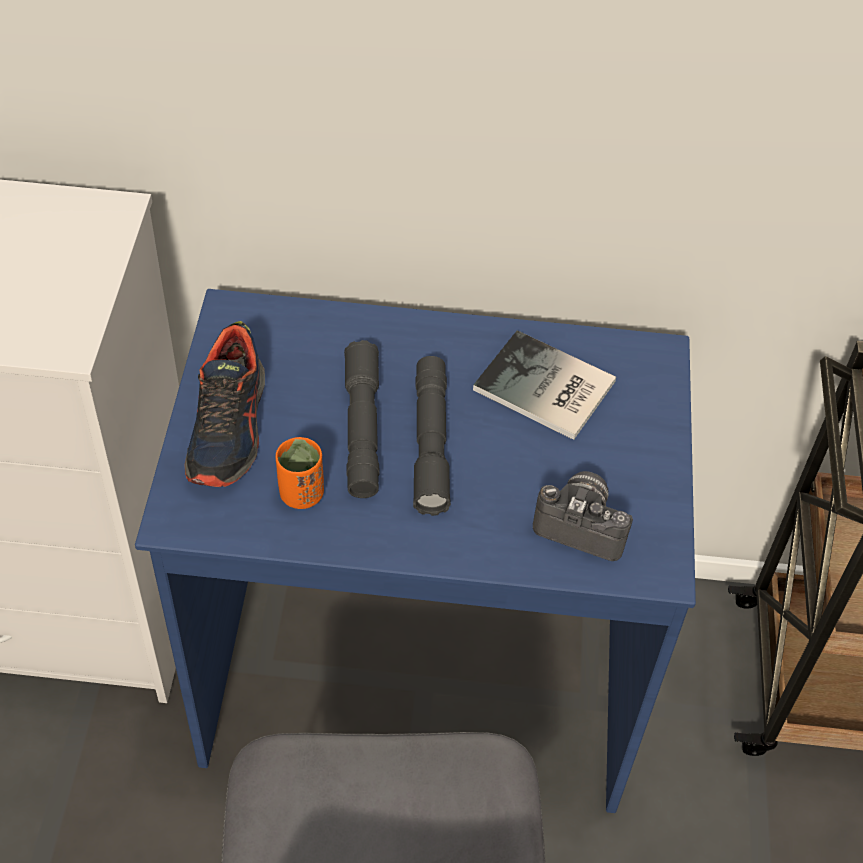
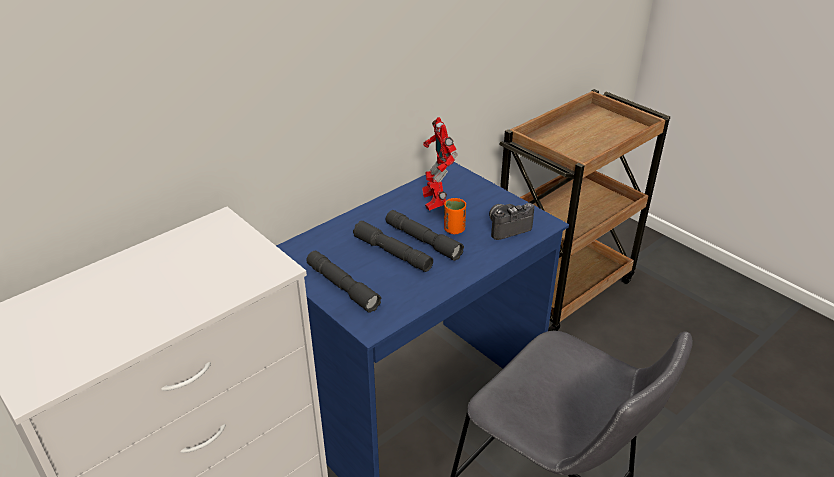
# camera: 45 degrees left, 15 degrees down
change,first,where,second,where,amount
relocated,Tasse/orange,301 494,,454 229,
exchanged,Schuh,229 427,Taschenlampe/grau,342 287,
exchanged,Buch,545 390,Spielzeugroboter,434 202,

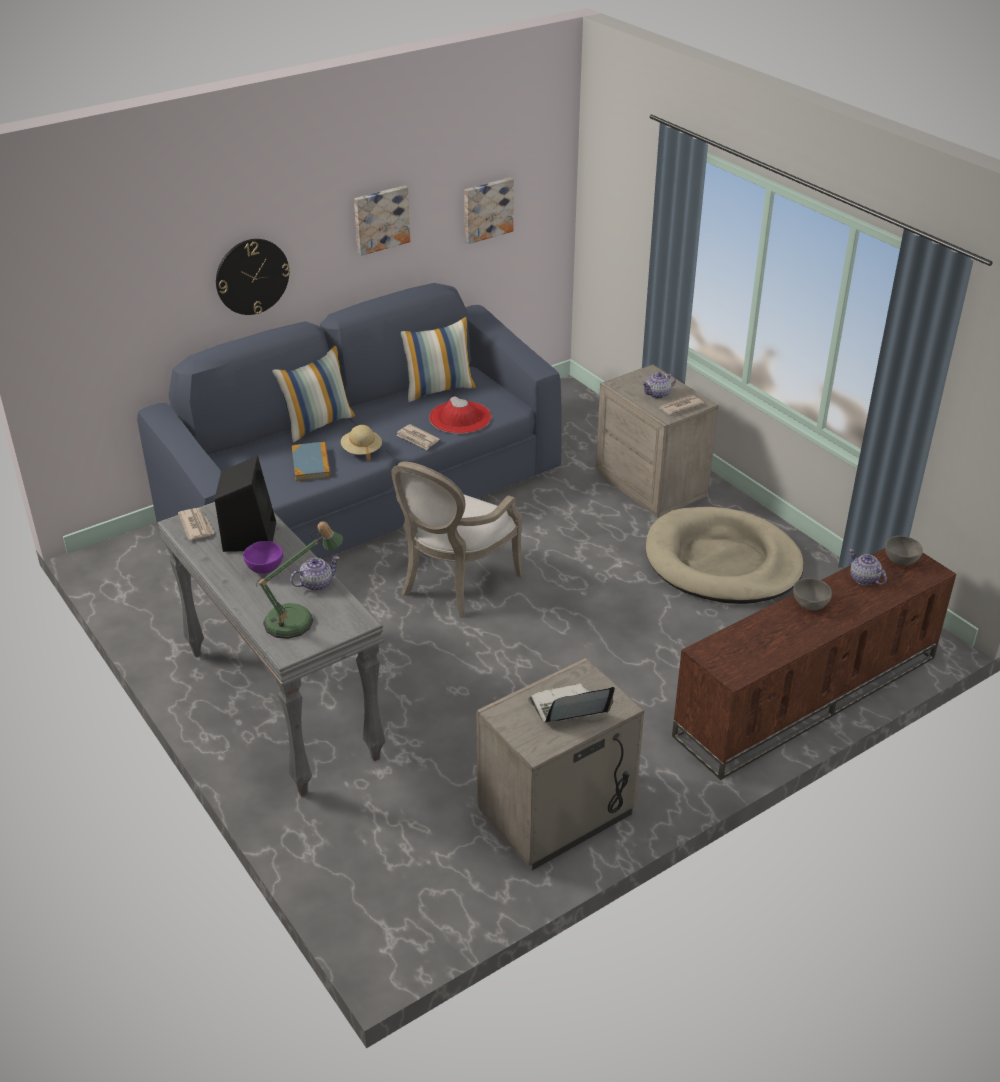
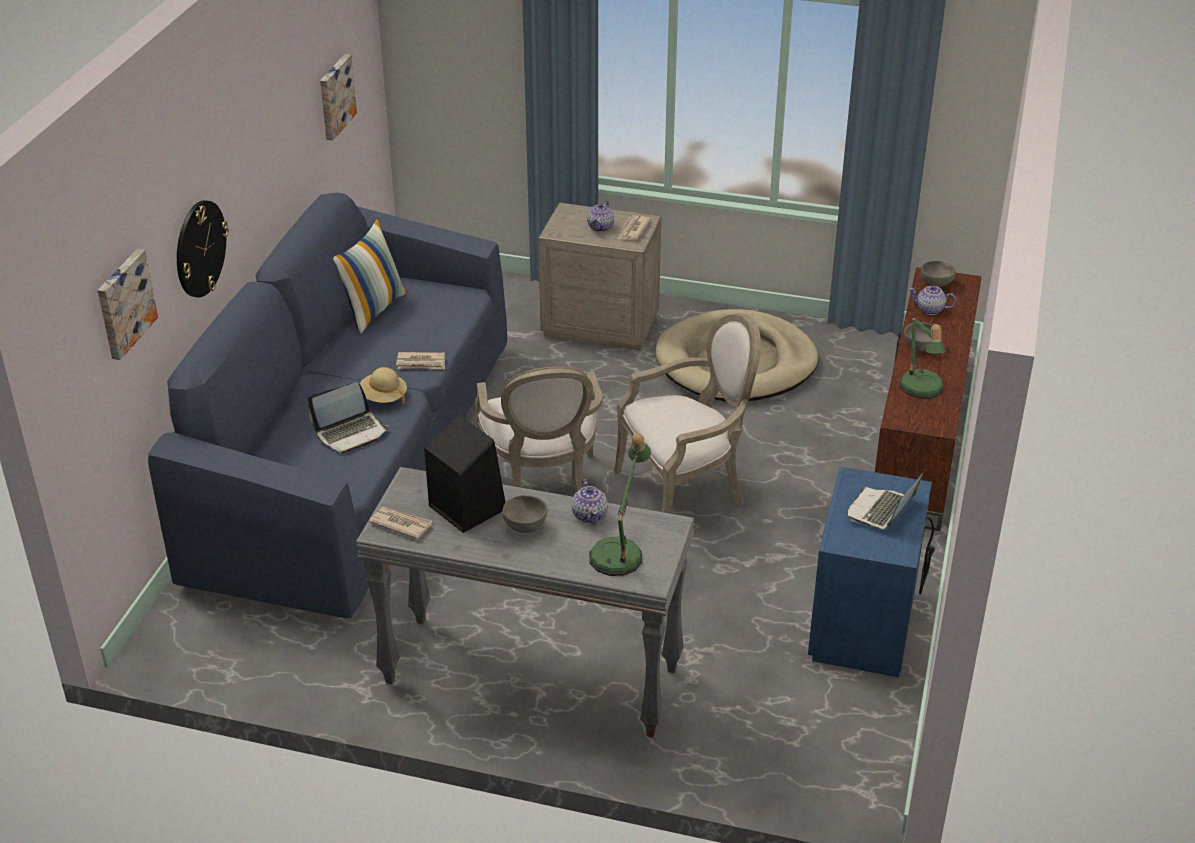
# camera: 40 degrees left, 0 degrees up
change,first,where,second,where,amount
missing,Kissen,318 424,,,
missing,Hut/rot,460 417,,,
appeared,,,Sessel,686 492,
appeared,,,Tischlampe,921 390,
relocated,Bild,380 219,,124 303,
exchanged,Buch,311 464,Laptop,351 432,
colour,Schüssel/lila,265 568,Schüssel/grau,525 526,
colour,Nachttisch/beige,557 815,Nachttisch/blau,864 626,
spun,Teekanne,316 584,,590 515,150 degrees clockwise

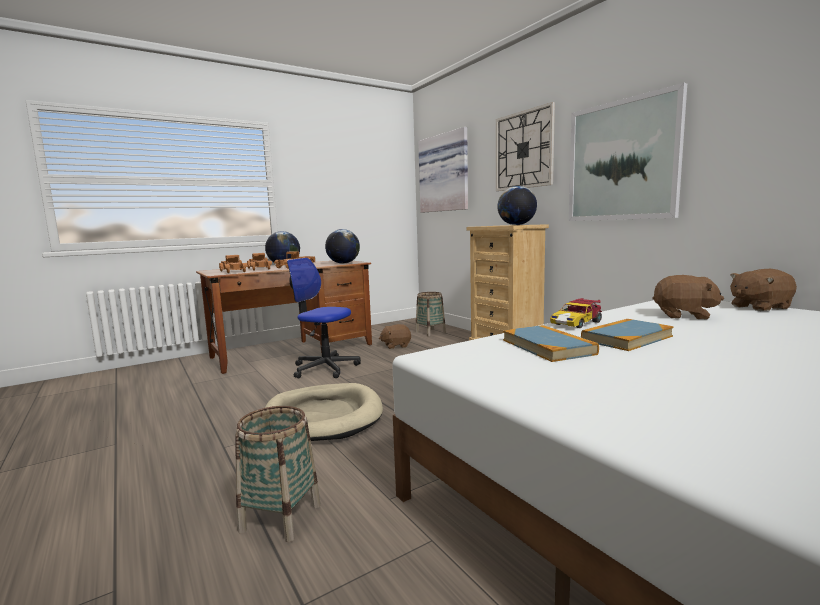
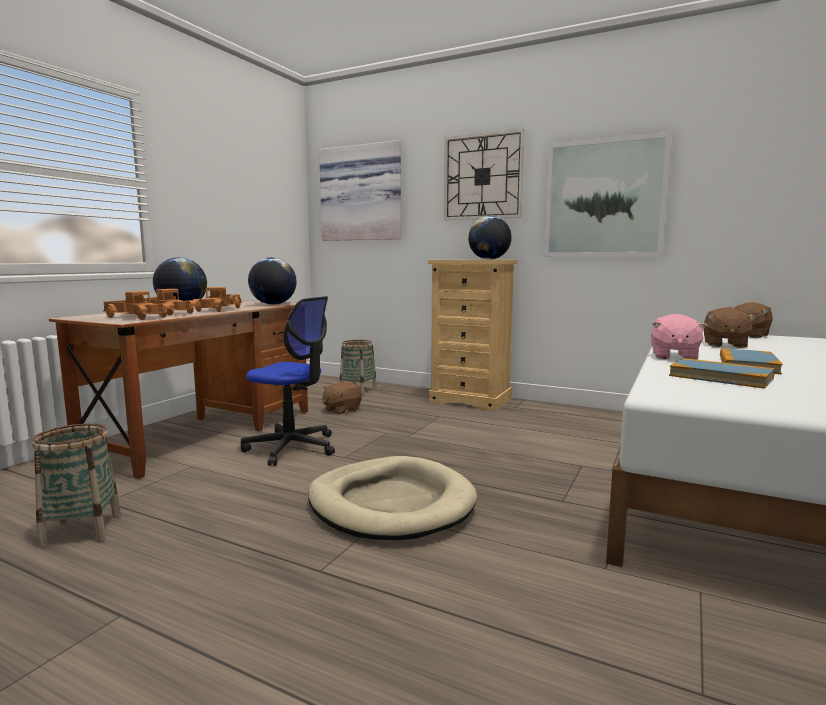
# camera: 30 degrees left, 0 degrees up
change,first,where,second,where,amount
relocated,Korb,280 517,,81 530,
exchanged,Spielzeugauto,576 323,Plüschtier/rosa,673 356,
spun,Bürostuhl,325 368,,292 448,150 degrees counterclockwise
spun,Plüschtier/braun,684 316,,724 345,120 degrees clockwise

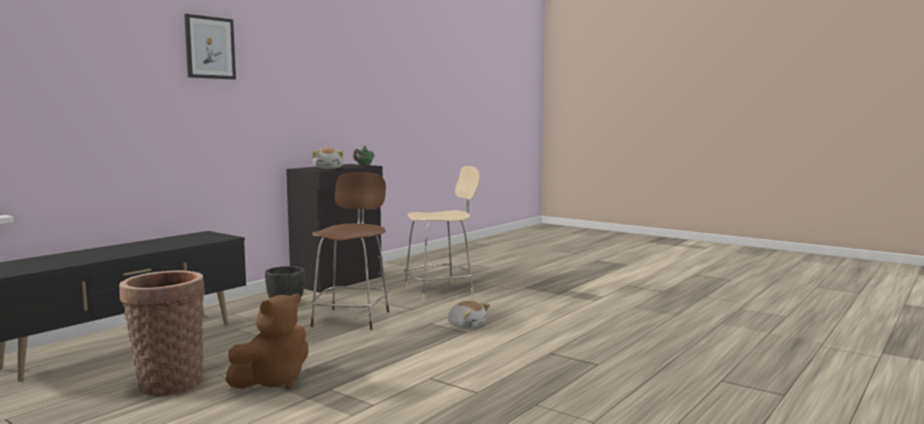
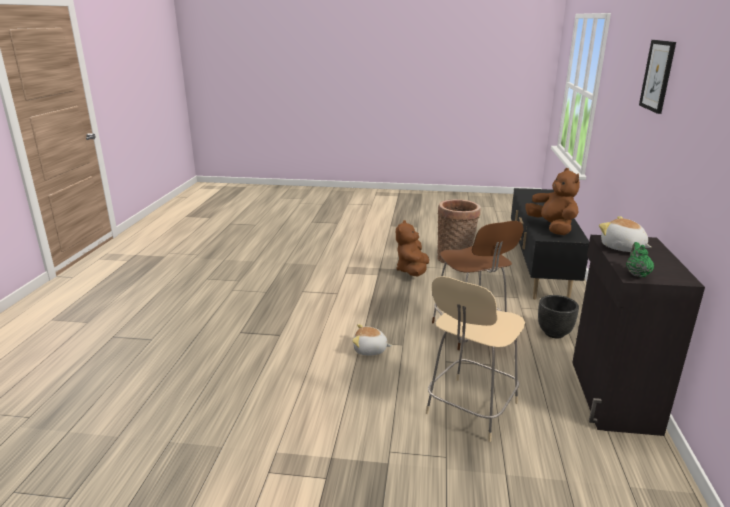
# camera: 150 degrees right, 15 degrees up
change,first,where,second,where,amount
appeared,,,Plüschtier/braun,552 228,

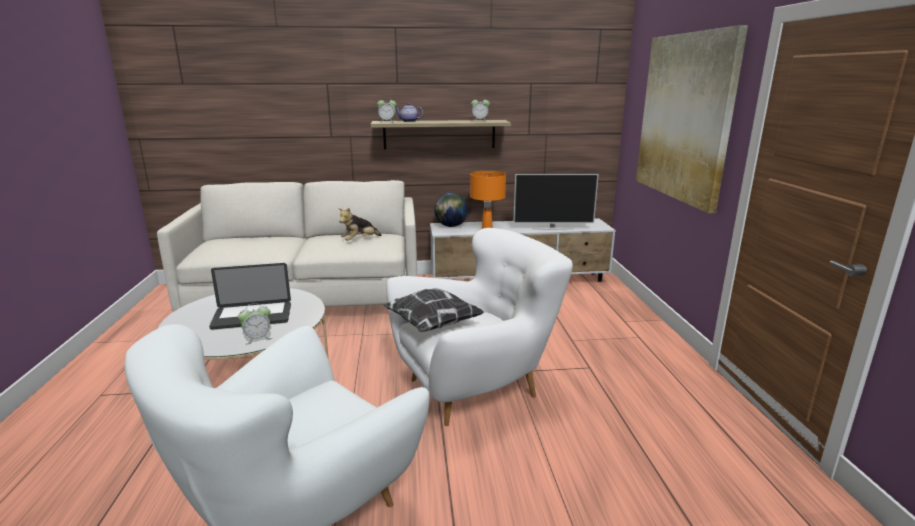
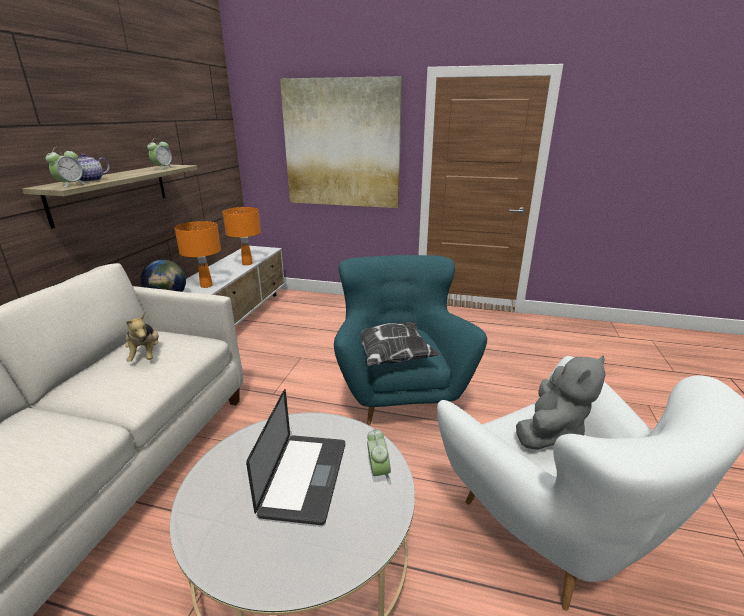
# camera: 70 degrees left, 5 degrees up
change,first,where,second,where,amount
appeared,,,Plüschtier/grau,551 433,
exchanged,Fernseher,552 228,Tischlampe/orange,247 263,
colour,Sessel/weiß,476 388,Sessel/türkis,399 392,

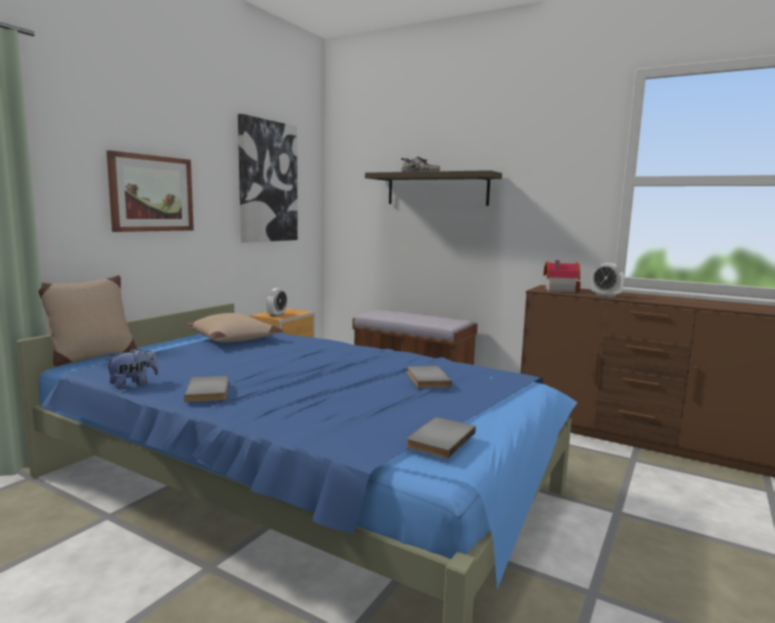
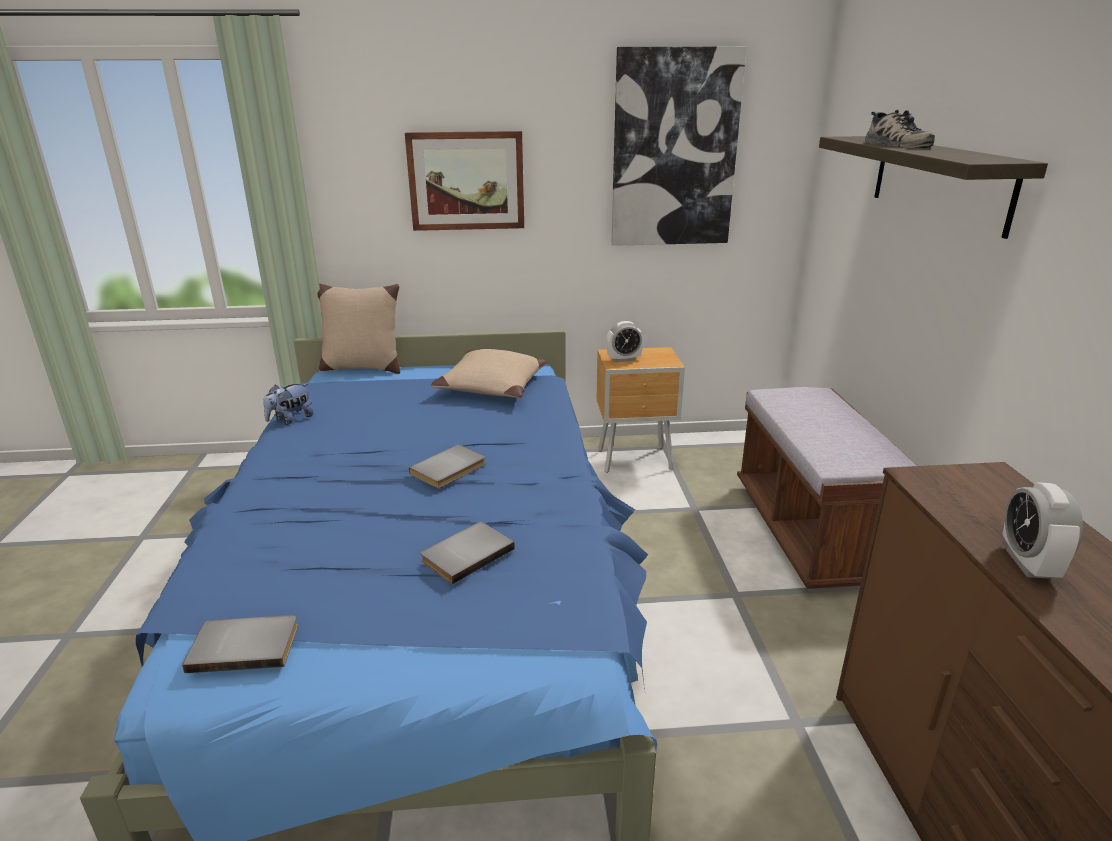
# camera: 55 degrees right, 15 degrees up
change,first,where,second,where,amount
missing,Spielzeughaus,558 290,,,
relocated,Buch/grau,210 391,,450 469,
spun,Plüschtier,133 384,,290 419,120 degrees clockwise

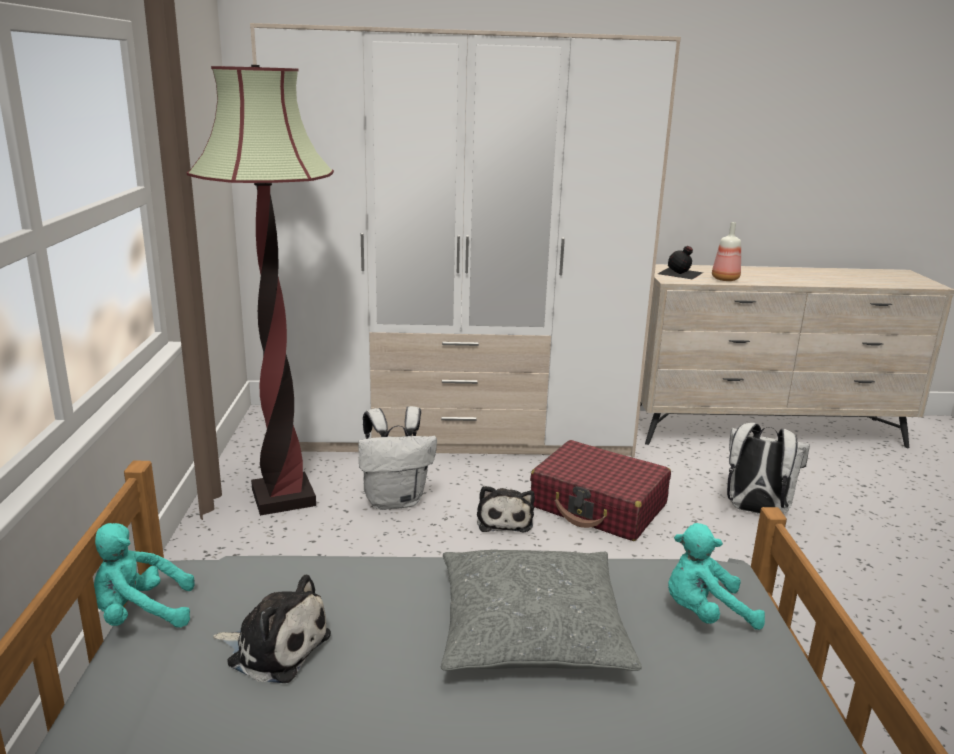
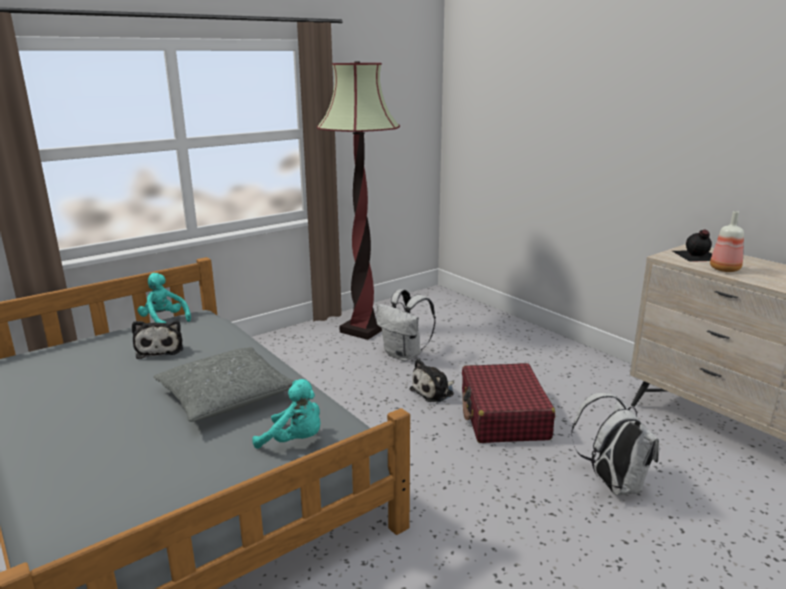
# camera: 55 degrees right, 0 degrees up
change,first,where,second,where,amount
missing,Kleiderschrank,458 432,,,
spun,Plüschtier/türkis,704 613,,294 440,150 degrees clockwise

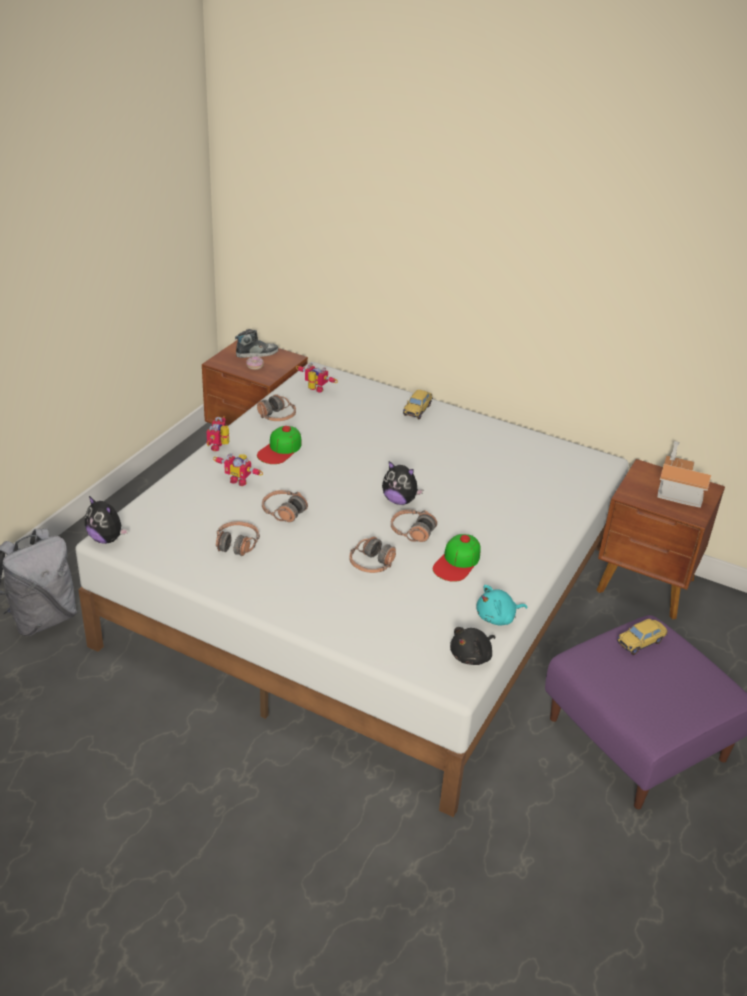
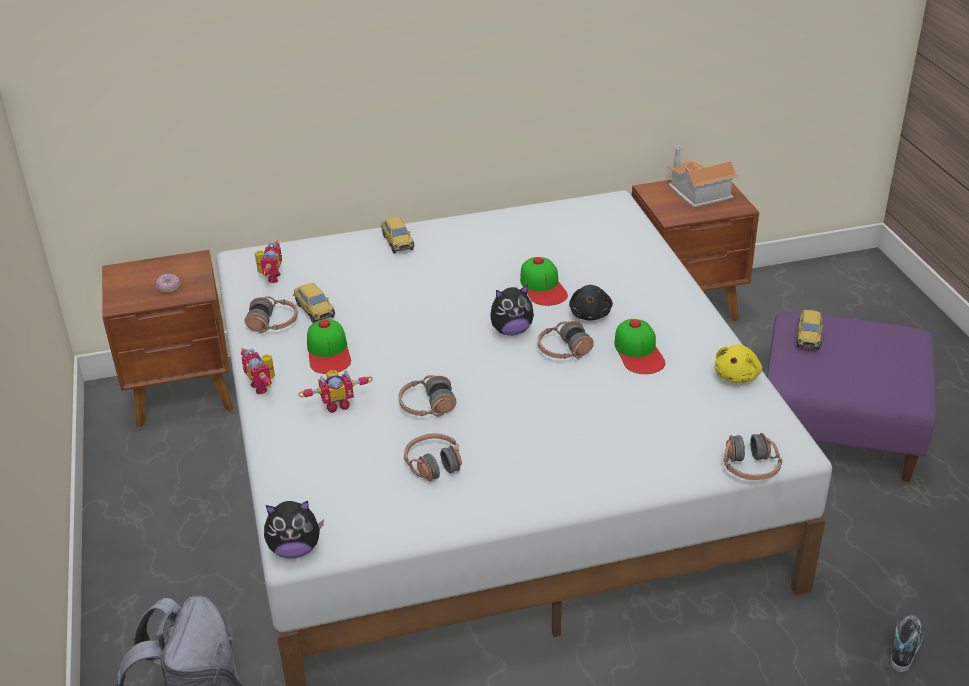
# camera: 40 degrees left, 0 degrees up
change,first,where,second,where,amount
appeared,,,Spielzeugauto,314 310,
appeared,,,Kappe,543 287,
relocated,Schuh,257 353,,905 646,
relocated,Kopfhörer,371 564,,750 467,
relocated,Plüschtier/schwarz,472 656,,590 314,
colour,Plüschtier/türkis,497 617,Plüschtier/gelb,737 376,
spun,Spielzeugroboter,314 390,,270 277,105 degrees clockwise

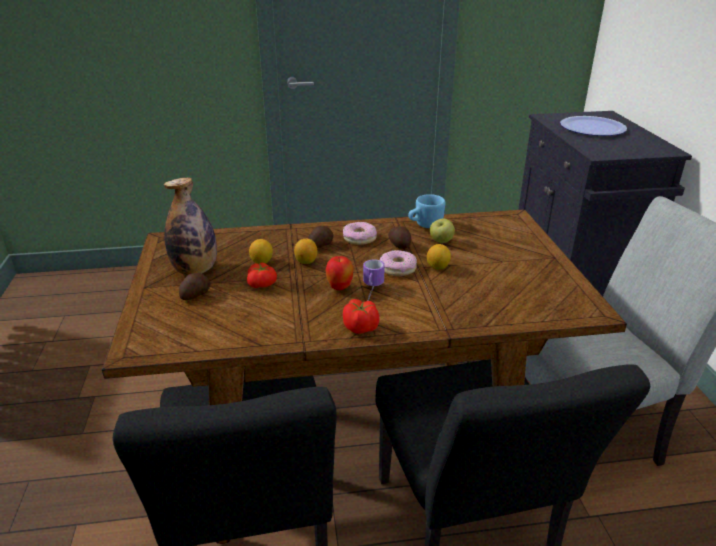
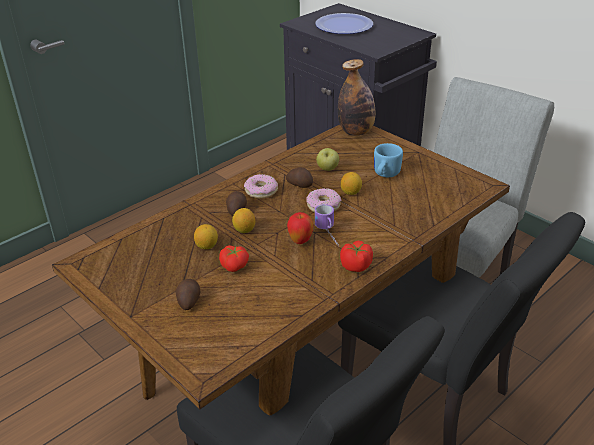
# camera: 35 degrees left, 5 degrees up
change,first,where,second,where,amount
relocated,Flasche,195 270,,356 132,
relocated,Henkelbecher/blau,424 225,,384 174,

